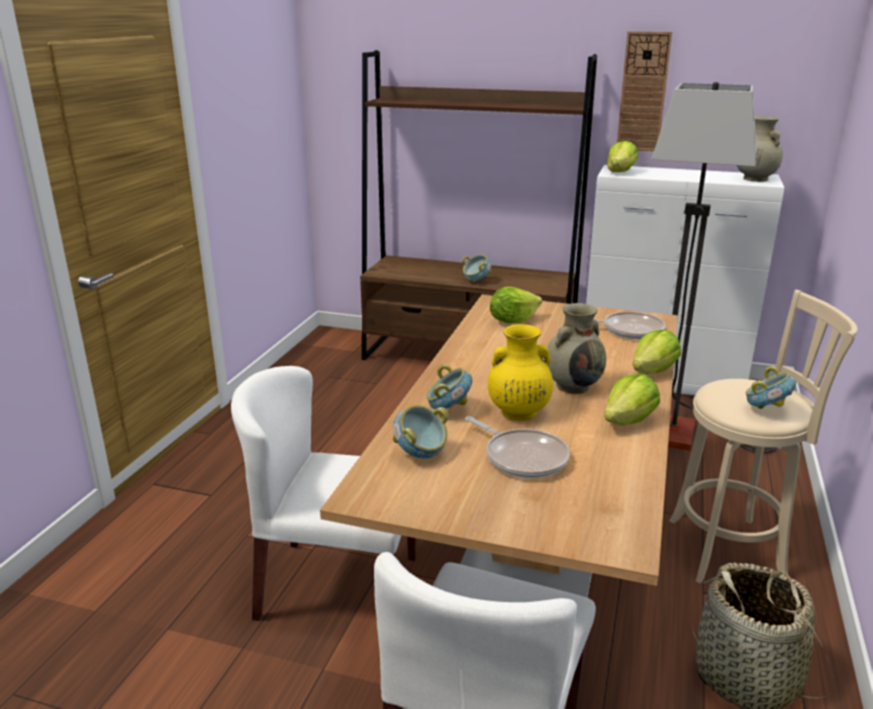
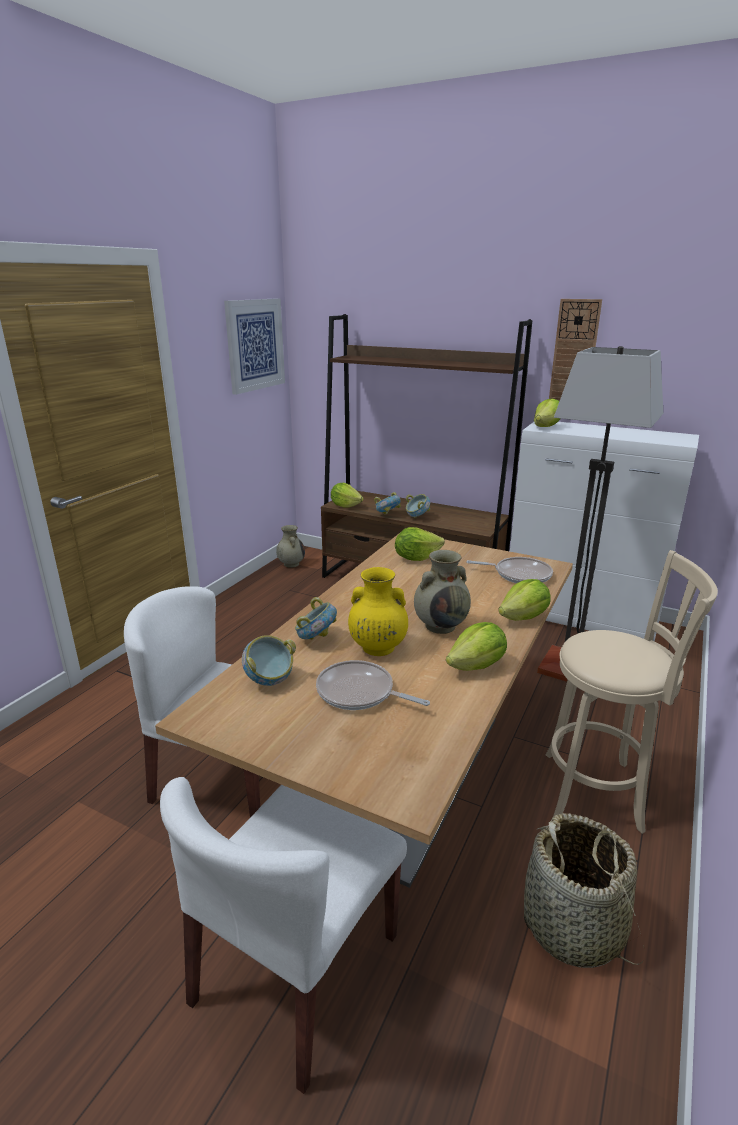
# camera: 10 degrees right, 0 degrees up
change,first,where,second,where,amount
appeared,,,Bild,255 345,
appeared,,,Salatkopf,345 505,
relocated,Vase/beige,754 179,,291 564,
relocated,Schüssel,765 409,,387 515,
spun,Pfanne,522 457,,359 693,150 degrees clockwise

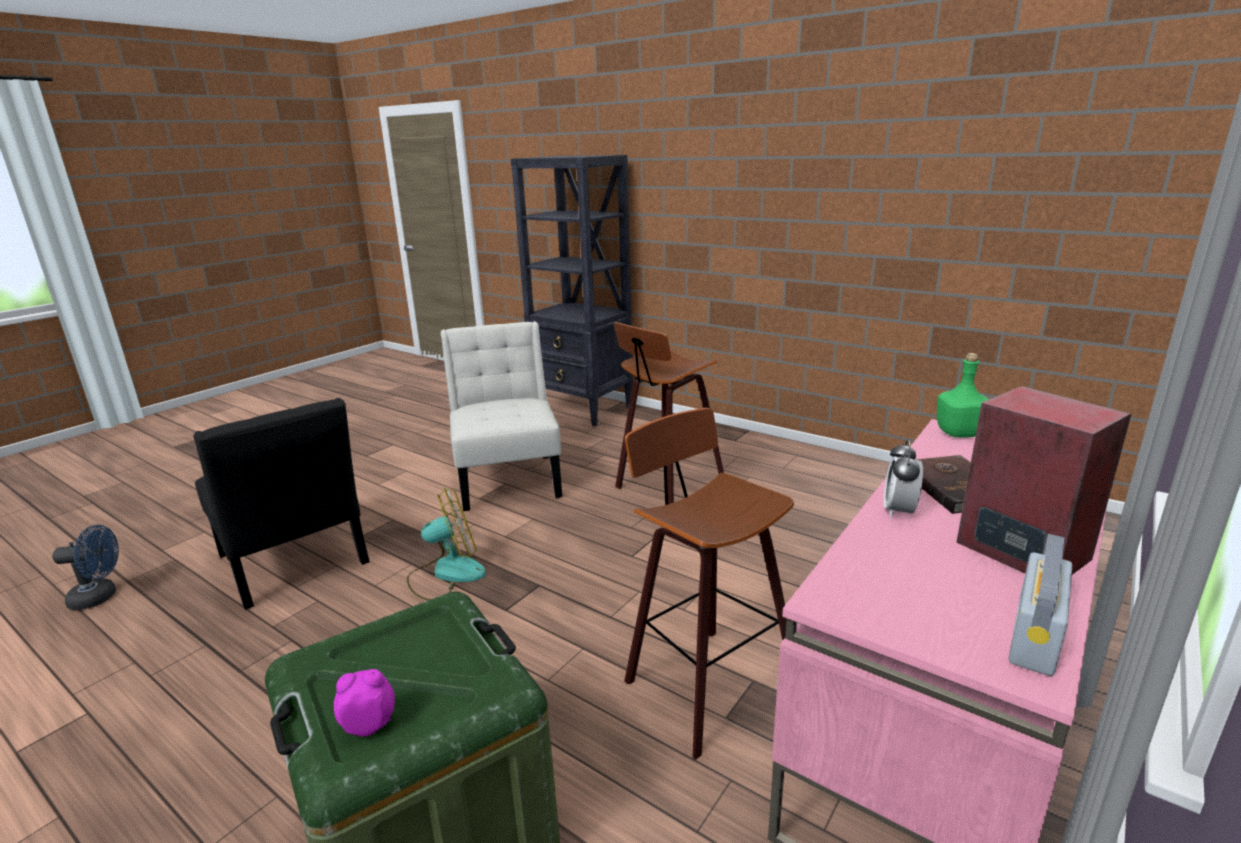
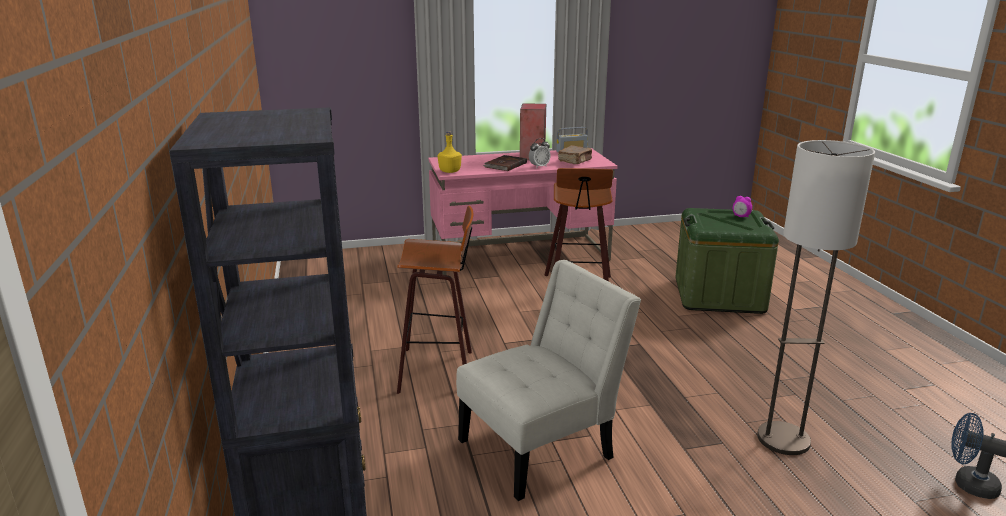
# camera: 140 degrees left, 0 degrees up
change,first,where,second,where,amount
missing,Ventilator,446 574,,,
appeared,,,Buch/braun,575 161,
exchanged,Stuhl/schwarz,295 564,Stehlampe,783 439,
colour,Flasche/grün,957 433,Flasche/gelb,450 171,
spun,Stuhl/weiß,508 478,,542 446,150 degrees counterclockwise

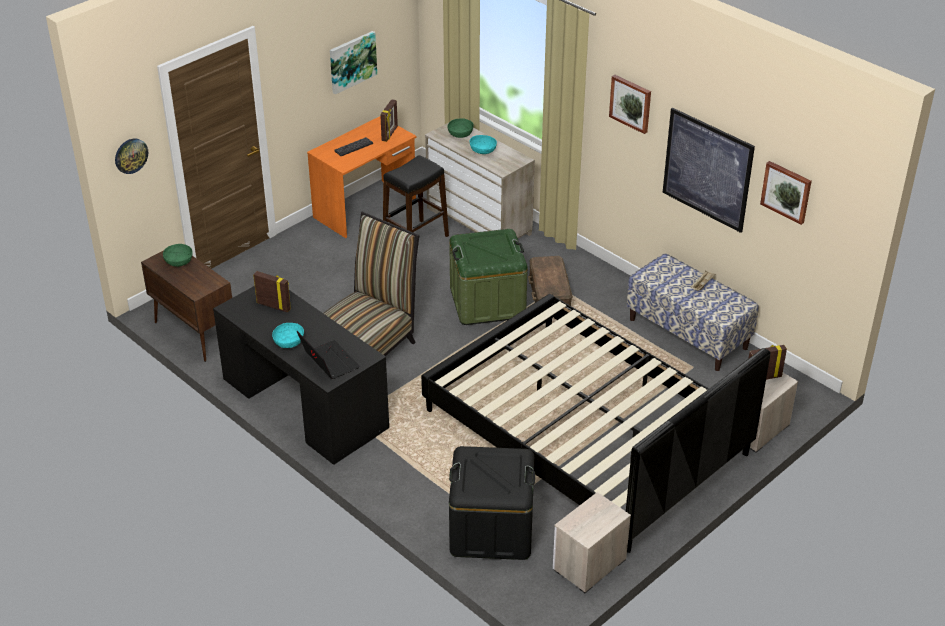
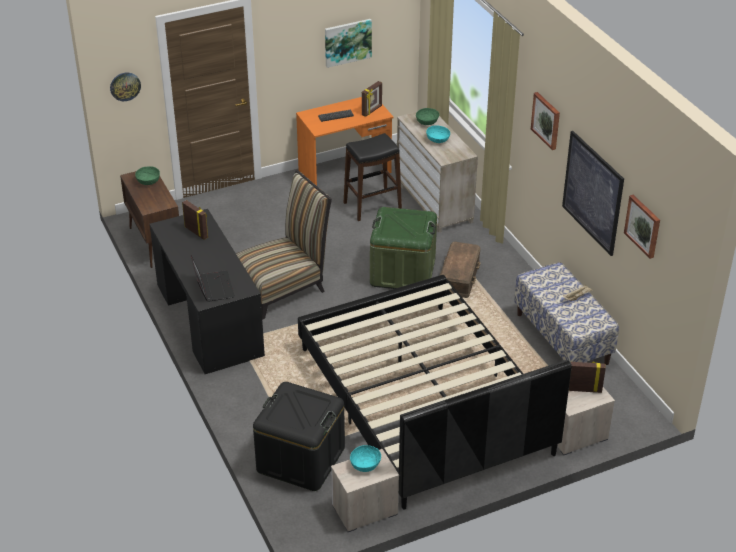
# camera: 20 degrees right, 0 degrees up
change,first,where,second,where,amount
relocated,Schüssel/türkis,289 342,,365 464,

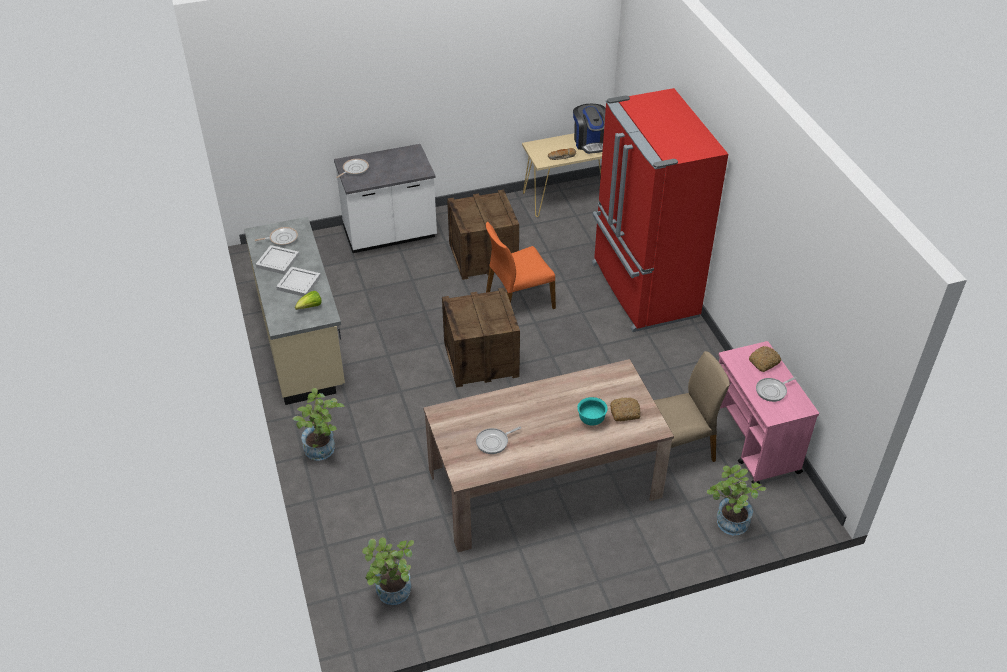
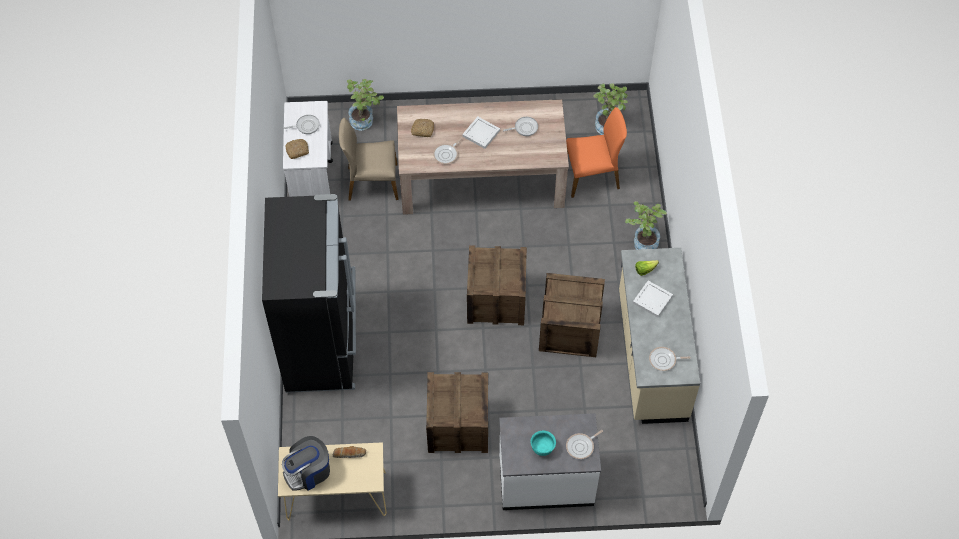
# camera: 165 degrees left, 15 degrees up
change,first,where,second,where,amount
appeared,,,Pfanne,447 154,
appeared,,,Kiste,570 329,
relocated,Tablett/weiß,277 261,,481 134,
relocated,Stuhl/orange,518 301,,592 176,
relocated,Schüssel/türkis,591 420,,542 448,
colour,Kühlschrank/rot,642 291,Kühlschrank/schwarz,322 344,
colour,Rollwagen/rosa,753 443,Rollwagen/weiß,312 174,
spun,Kaffeemaschine,590 142,,308 472,120 degrees counterclockwise

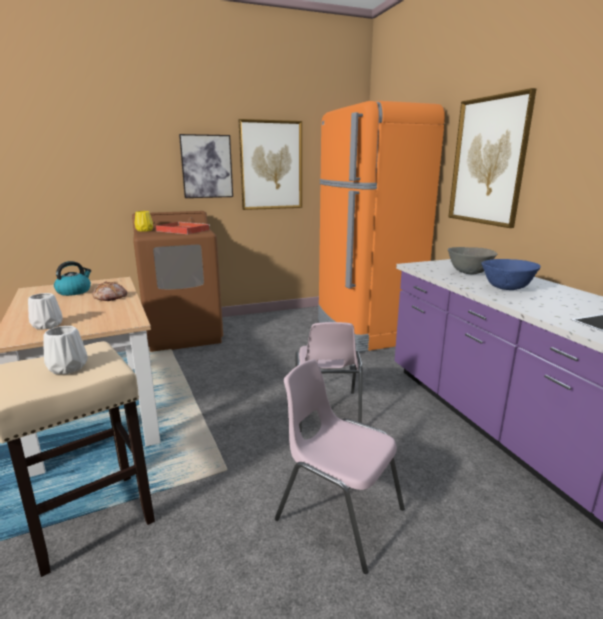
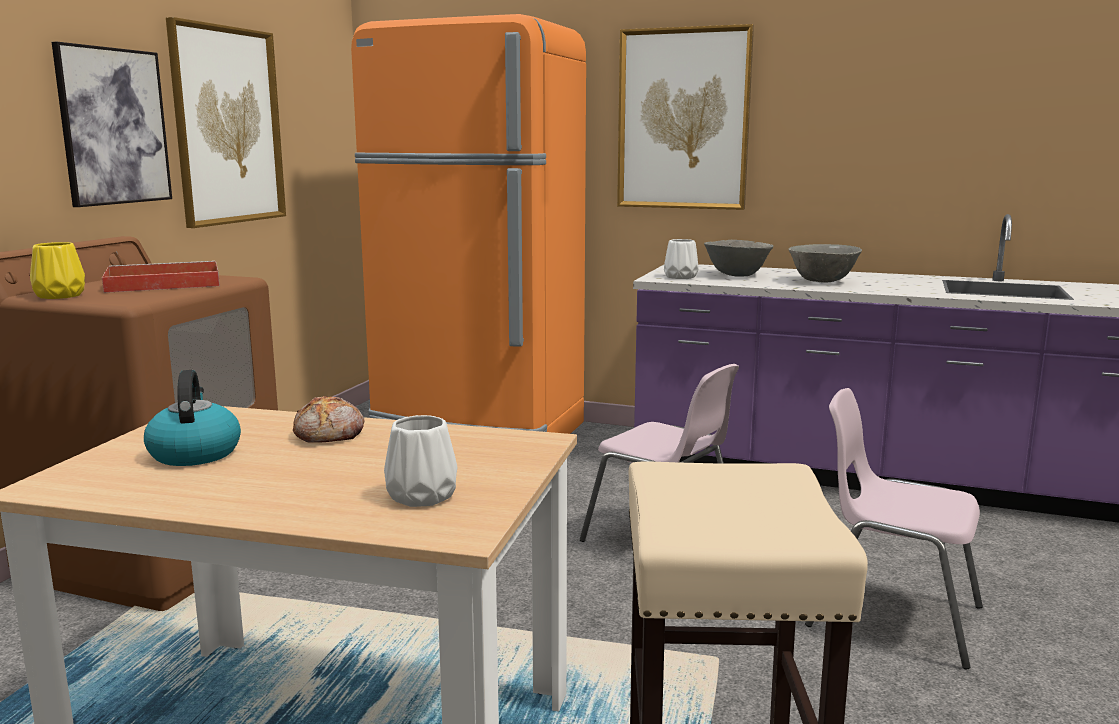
# camera: 50 degrees left, 5 degrees down
change,first,where,second,where,amount
relocated,Vase/weiß,66 368,,680 277,
colour,Schüssel/blau,506 289,Schüssel/grau,822 282,
spun,Stuhl/rosa,338 514,,891 616,45 degrees clockwise

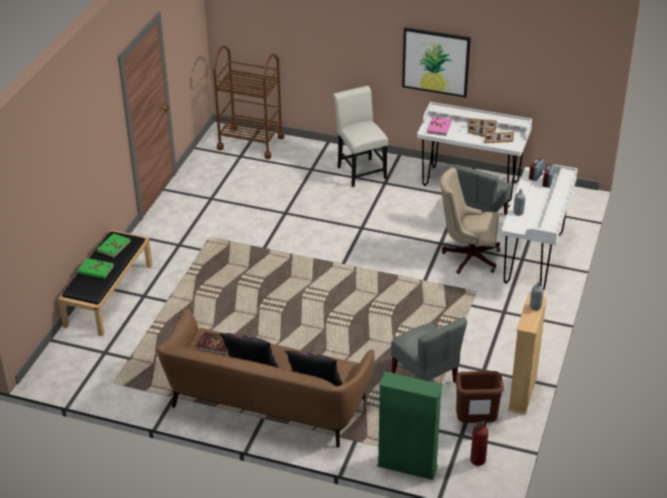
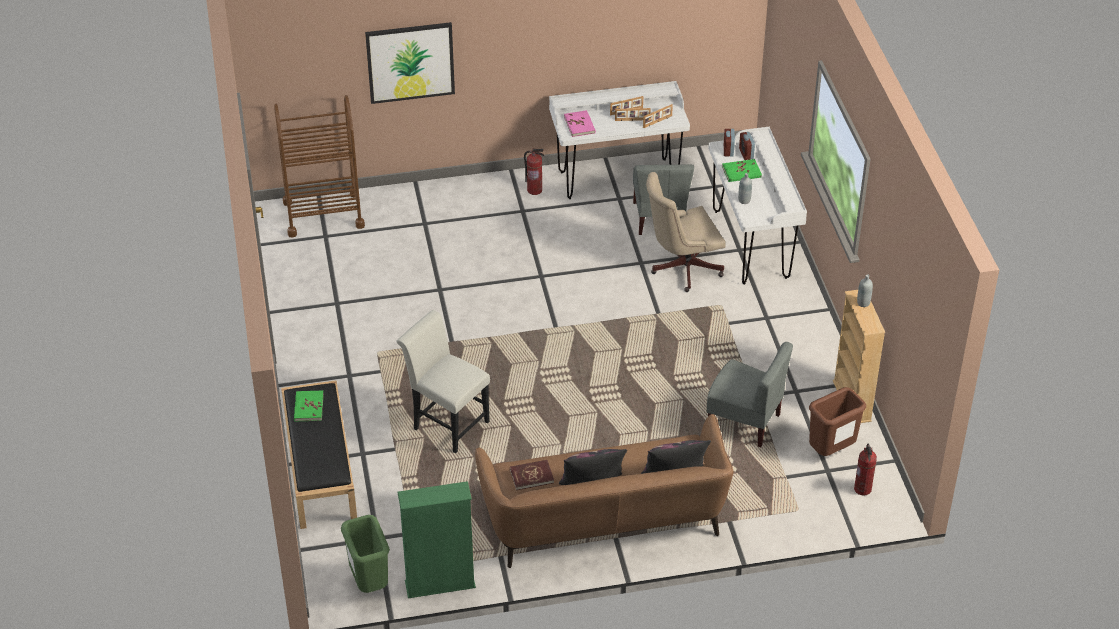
# camera: 30 degrees left, 5 degrees up
change,first,where,second,where,amount
appeared,,,Mülleimer/grün,368 583,
appeared,,,Feuerlöscher,535 190,
relocated,Buch/grün,95 270,,741 172,
relocated,Stuhl/weiß,360 170,,447 423,
relocated,Bücherregal/grün,407 466,,440 584,
relocated,Bild,436 62,,410 62,

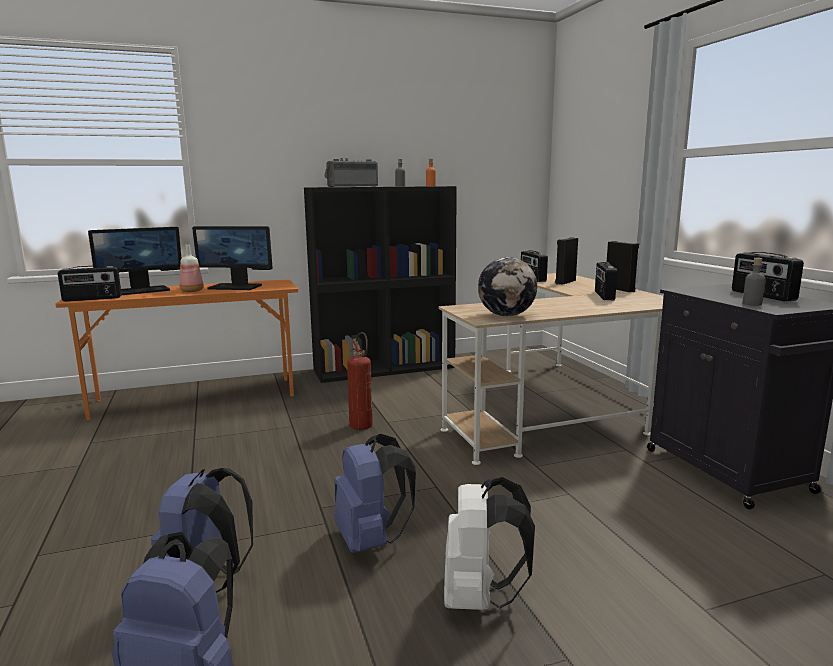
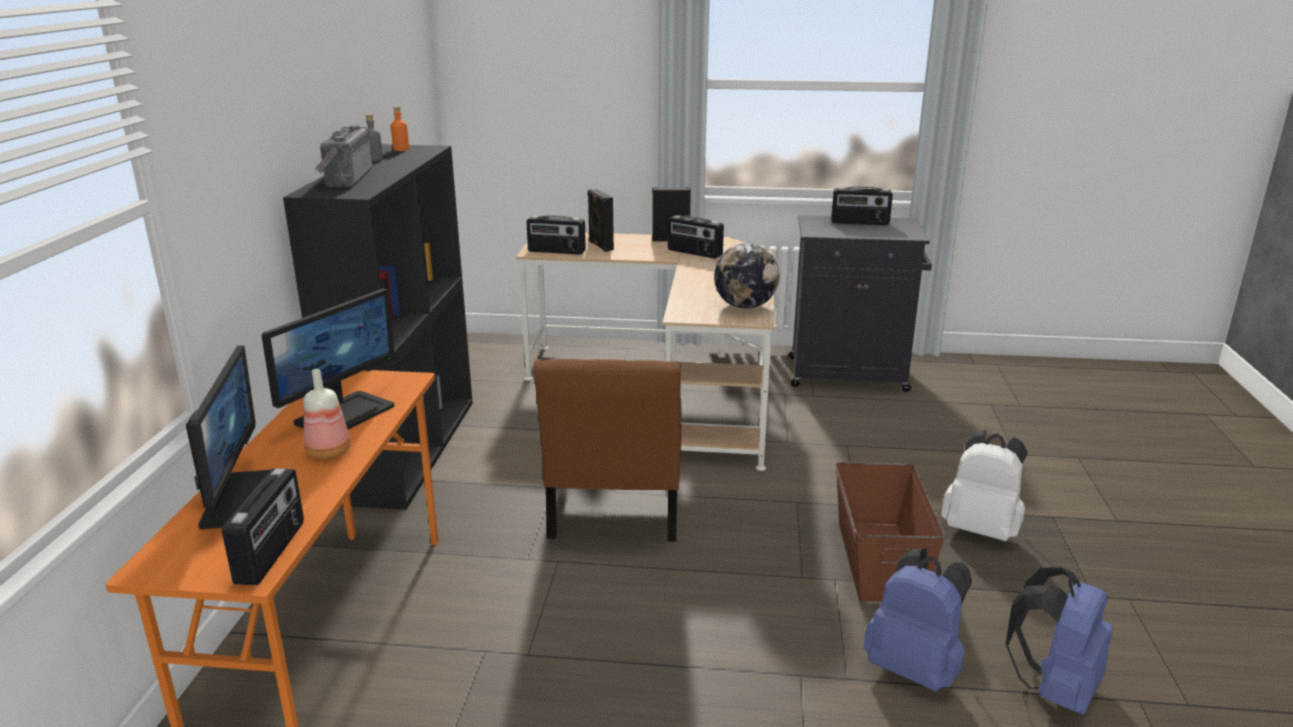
# camera: 65 degrees left, 10 degrees up
change,first,where,second,where,amount
missing,Flasche/grau,752 304,,,
exchanged,Rucksack/blau,371 540,Aufbewahrungsbox/braun,880 559,
exchanged,Feuerlöscher,363 428,Stuhl/braun,614 511,

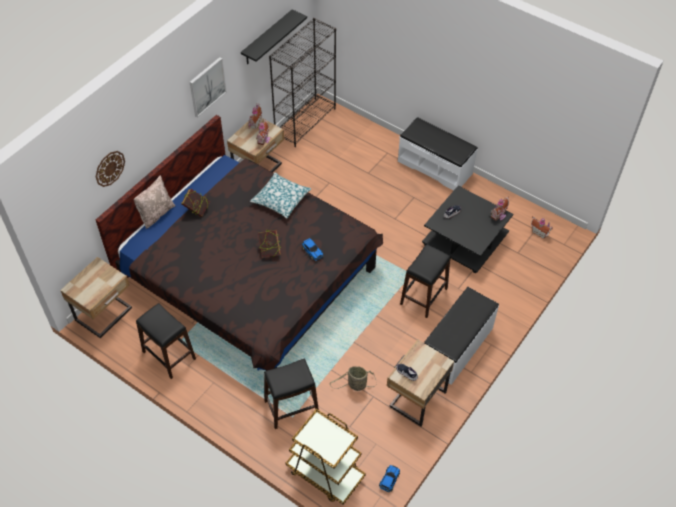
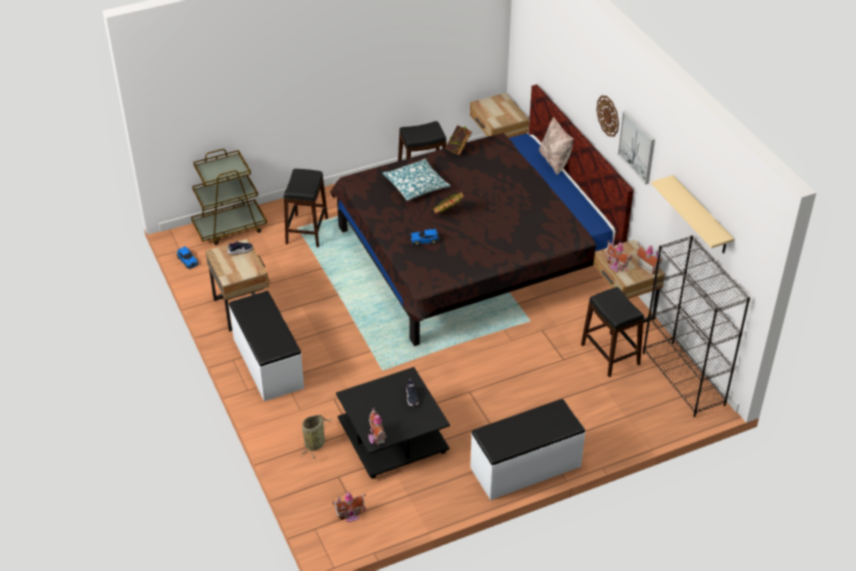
# camera: 120 degrees right, 10 degrees down
change,first,where,second,where,amount
relocated,Wanduhr,109 168,,608 115,
relocated,Buch,197 210,,458 150,
relocated,Kissen,281 199,,416 185,
relocated,Korb,355 385,,315 443,
relocated,Hocker/schwarz,424 296,,610 355,
colour,Wandregal/schwarz,267 38,Wandregal/beige,701 216,

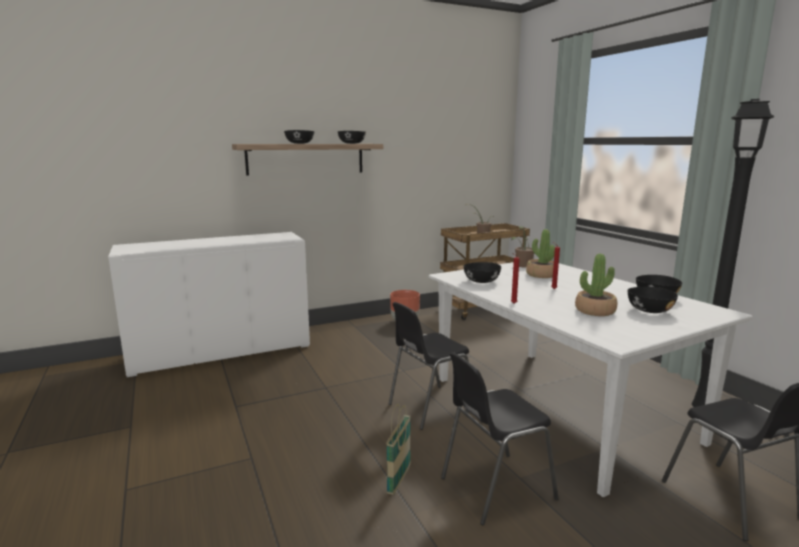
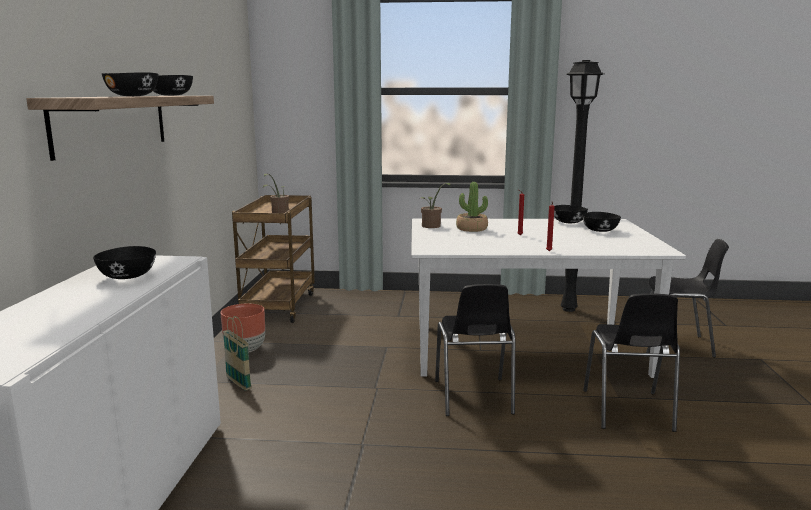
# camera: 60 degrees left, 0 degrees up
change,first,where,second,where,amount
missing,Topfpflanze,595 311,,,
relocated,Korb,399 480,,238 383,
relocated,Schüssel/schwarz,481 281,,128 276,

